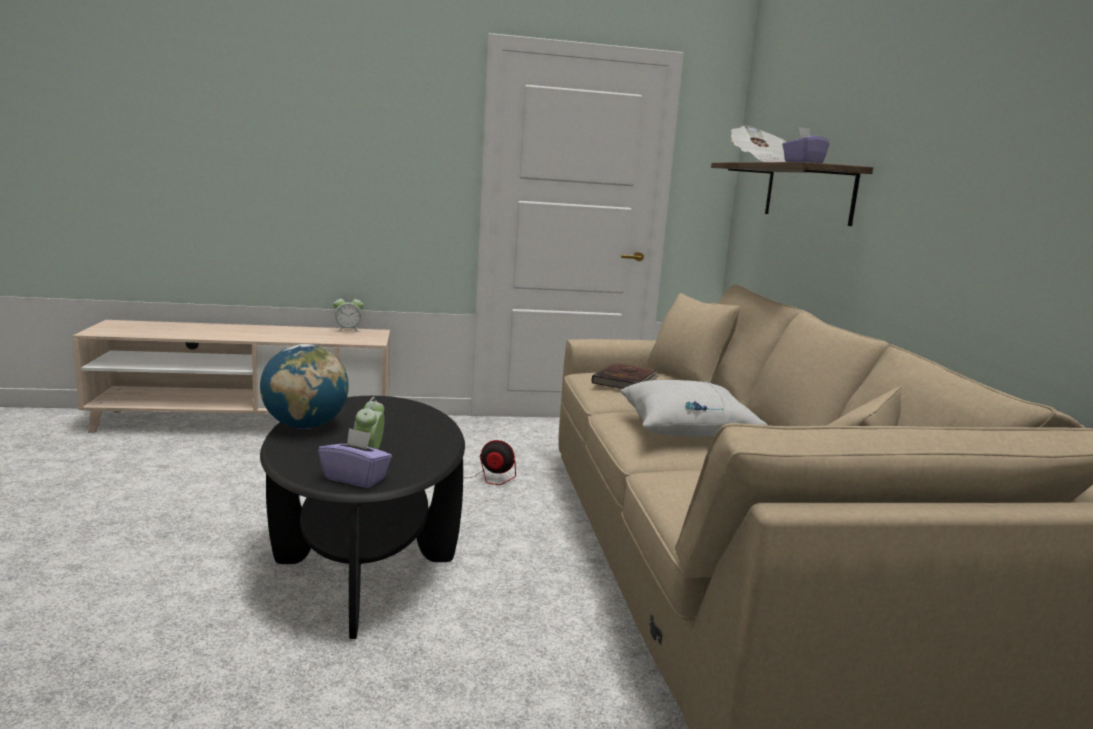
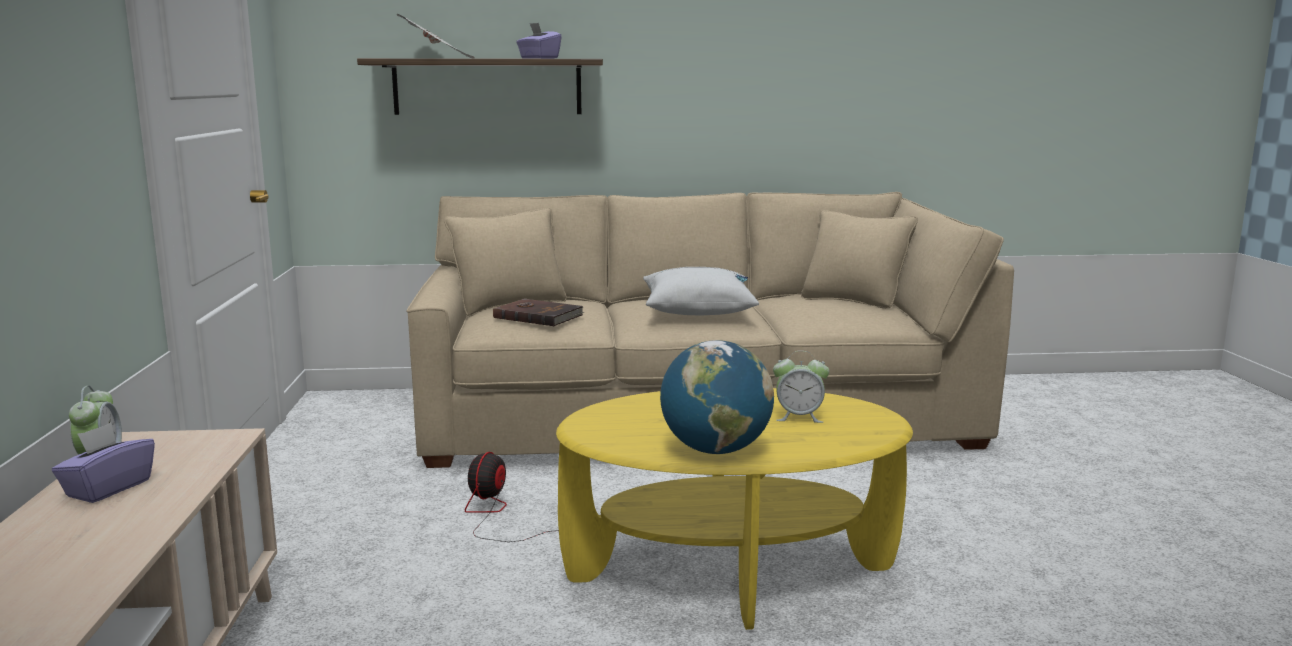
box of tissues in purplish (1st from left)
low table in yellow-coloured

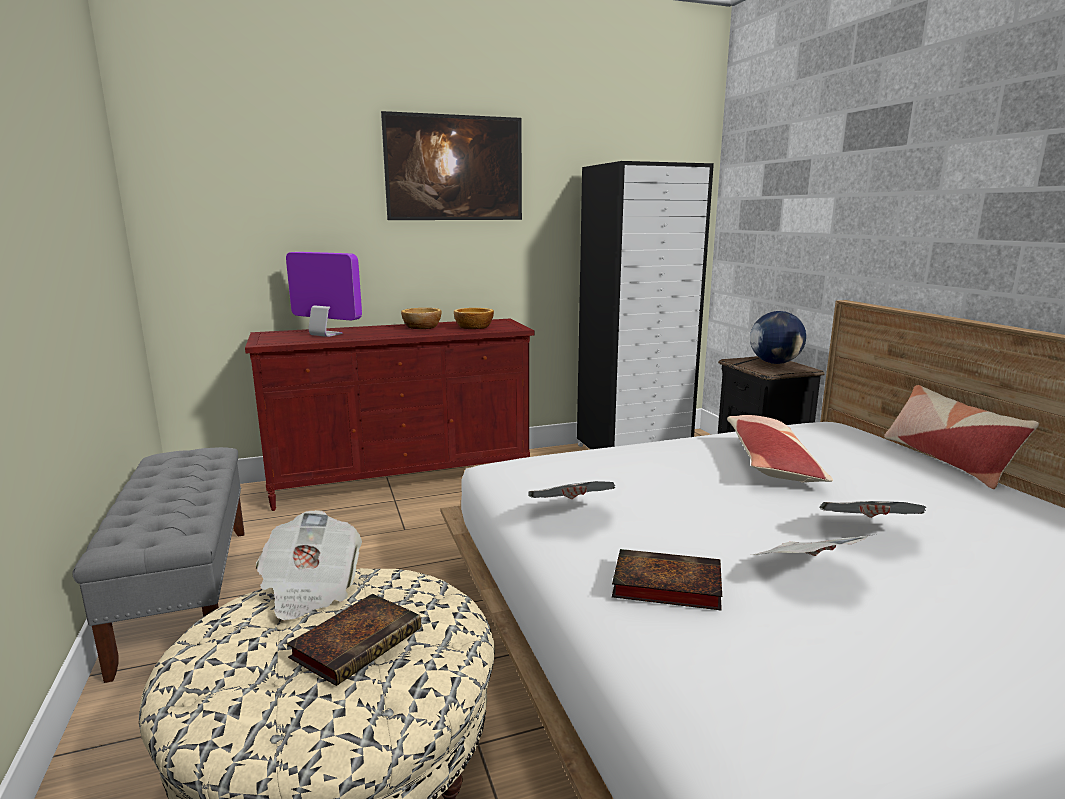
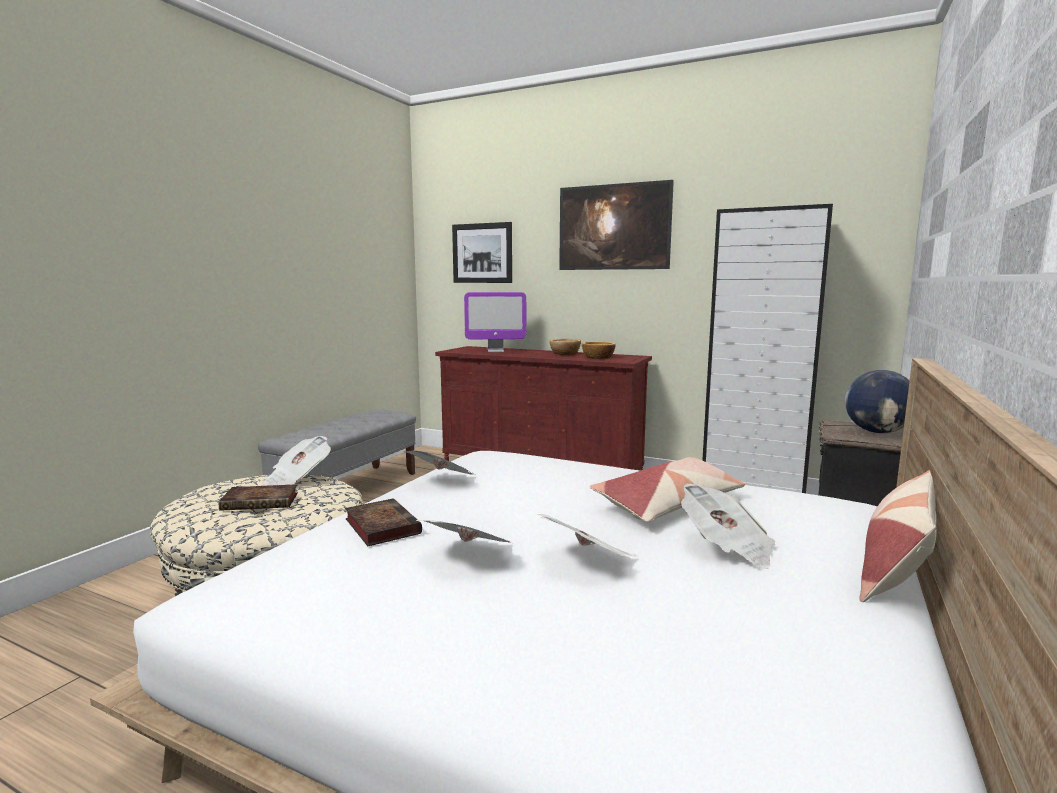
wall picture (1st from left)
computer display
printed paper (5th from left)

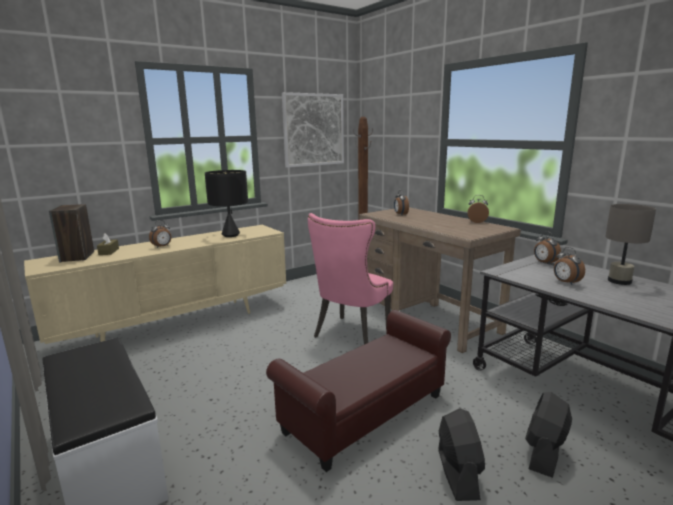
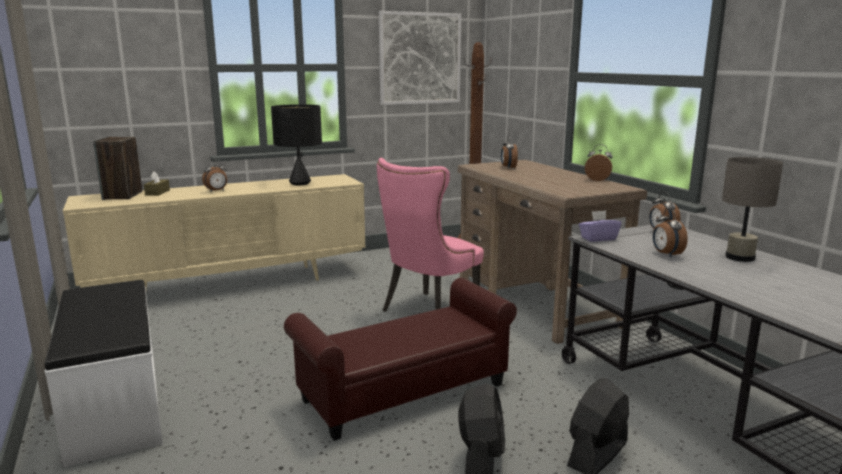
box of tissues in purplish

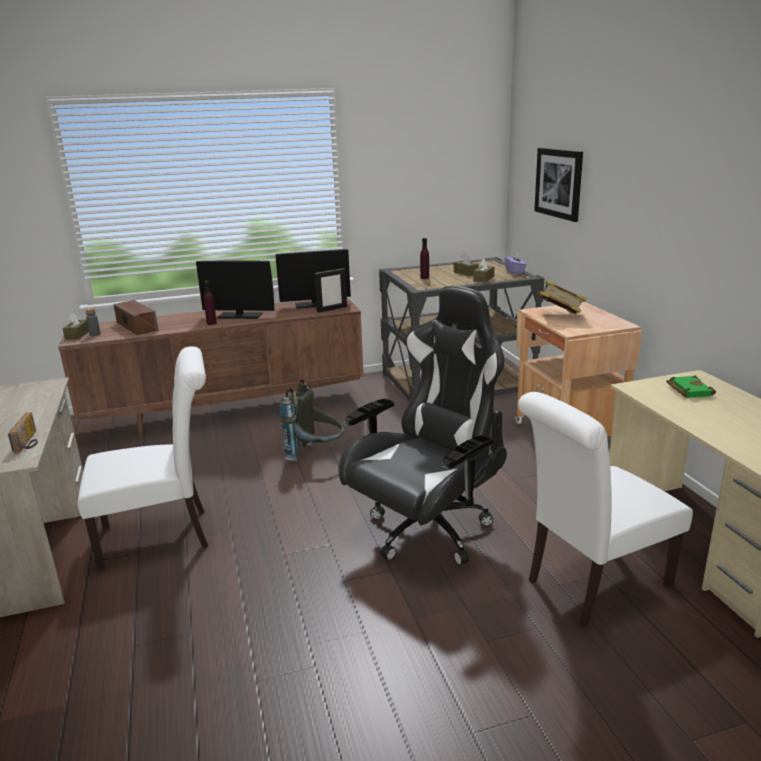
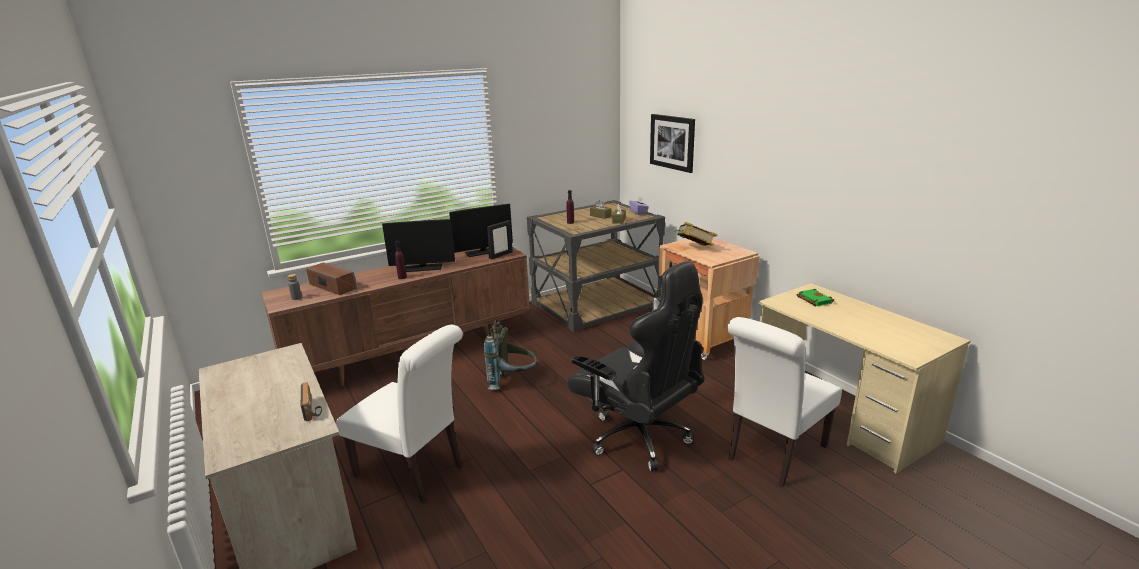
upright chair in whitish (1st from left)
office chair in blackish
box of tissues in brown-coloured (1st from left in the first image)

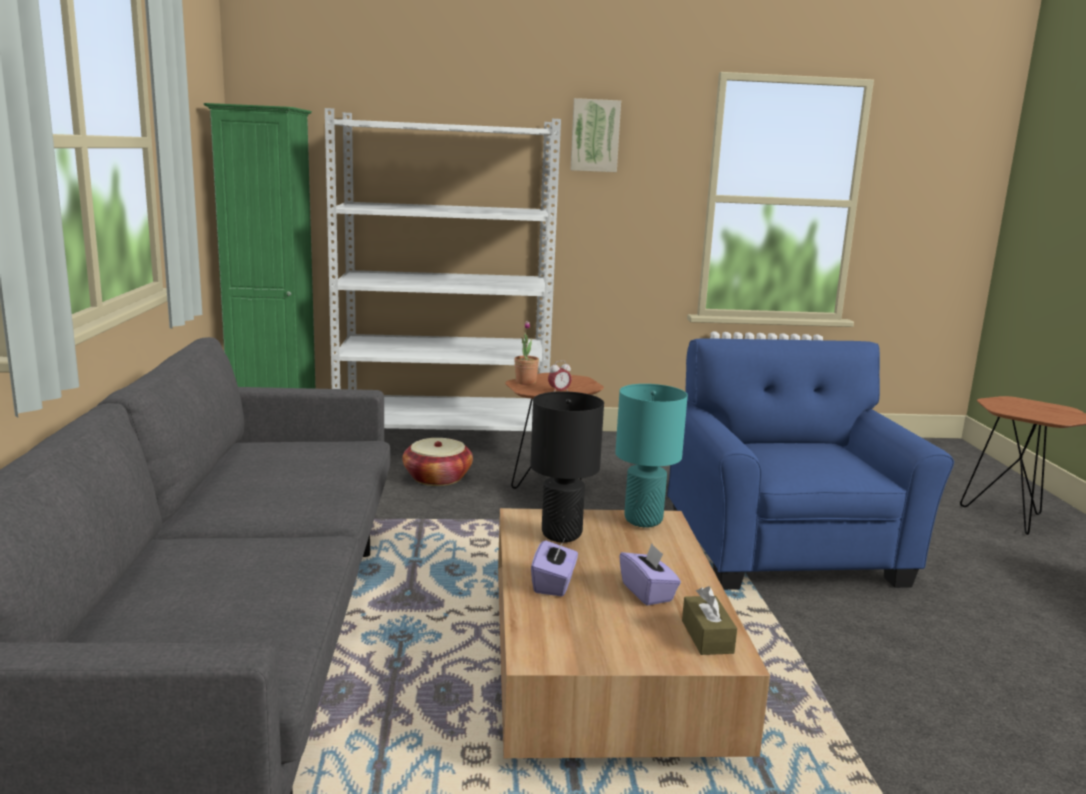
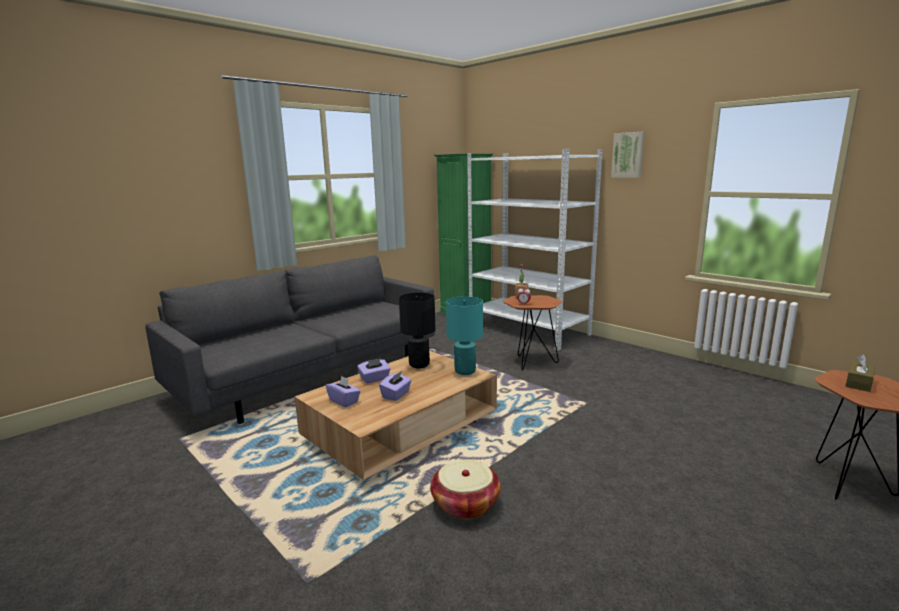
box of tissues in purplish (1st from left)
household basket
box of tissues in brown-coloured
armchair in blue

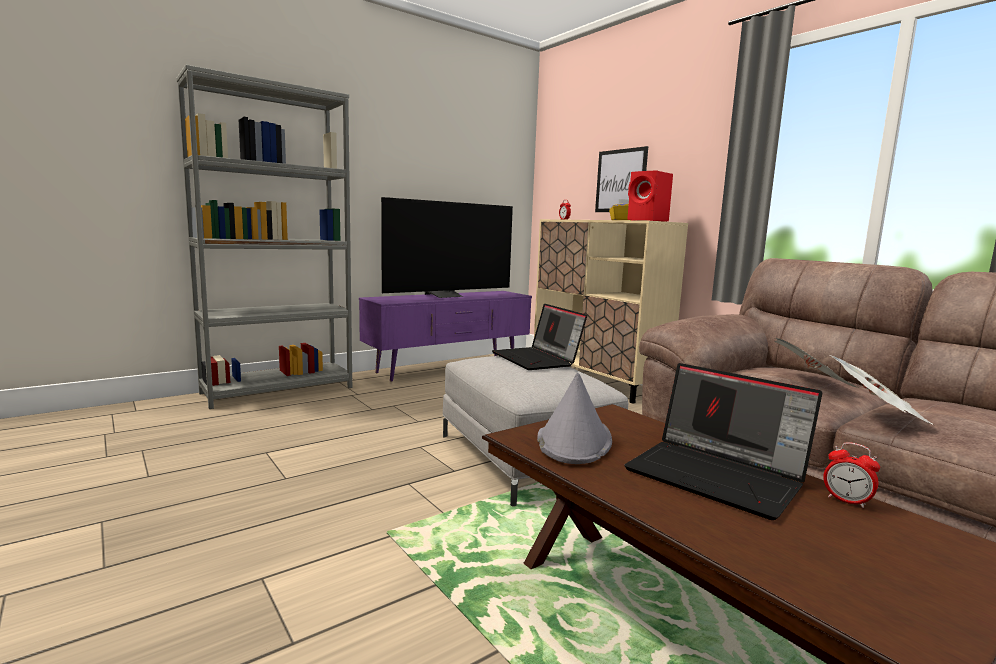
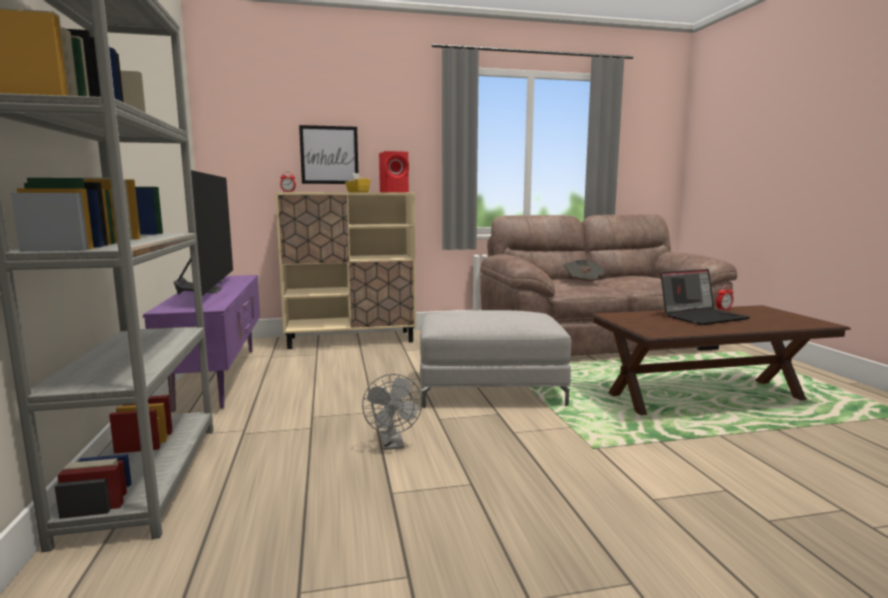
fan in greyish
portable computer (1st from left in the first image)
wearable hat in greyish
printed paper (2nd from left in the first image)

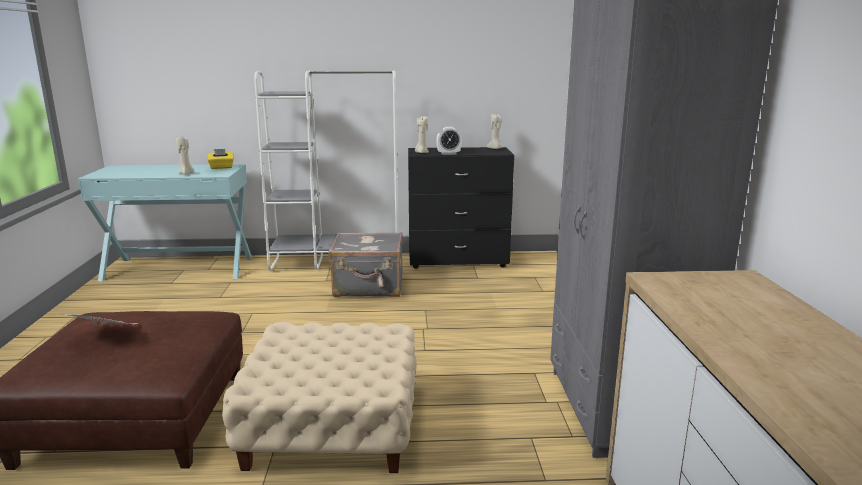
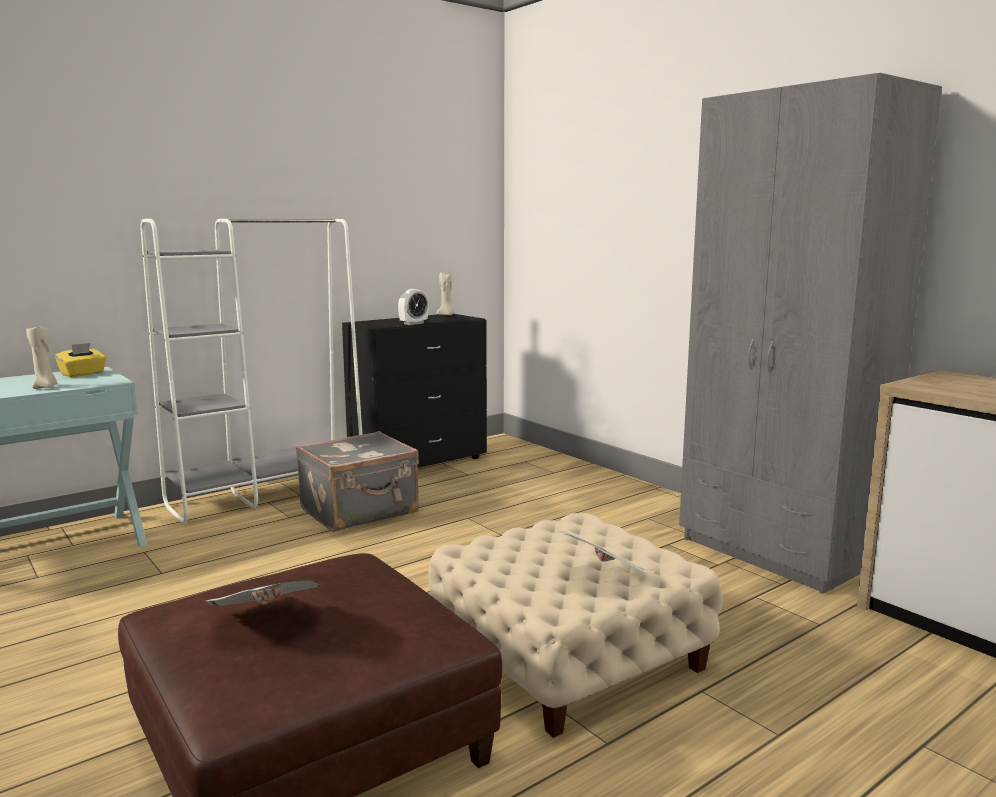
printed paper (2nd from left)
wax light in beige (2nd from left in the first image)

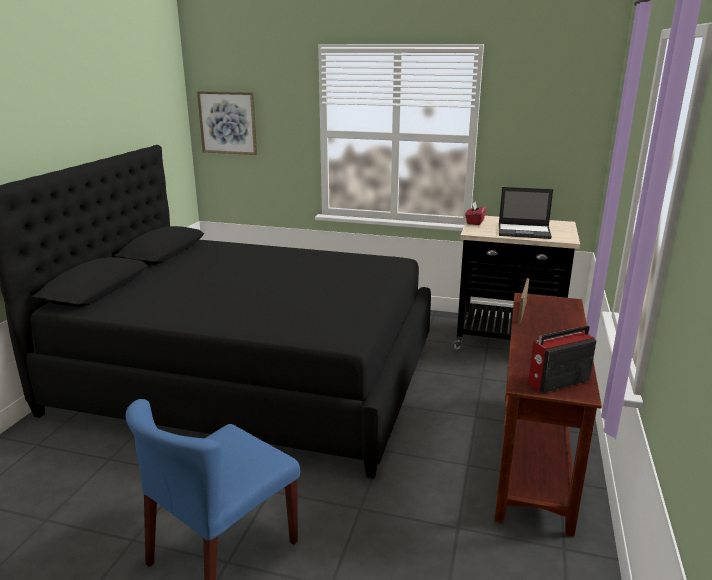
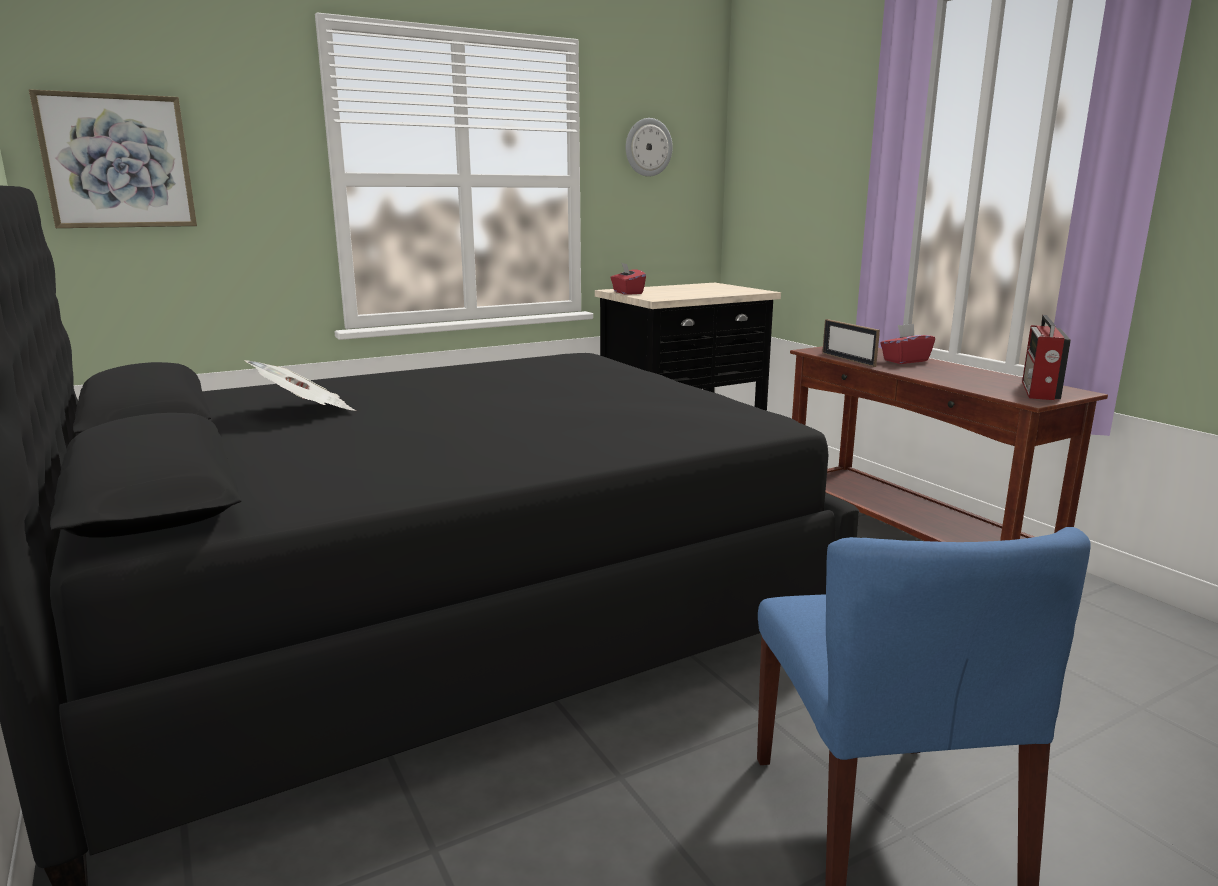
printed paper
hanging clock
box of tissues in red-coloured (2nd from left)
portable computer

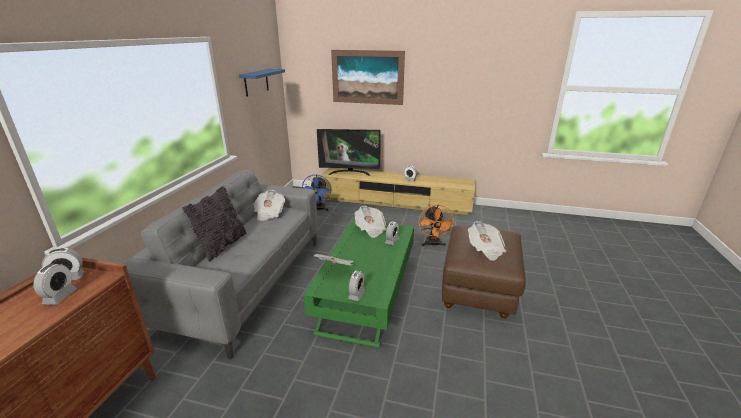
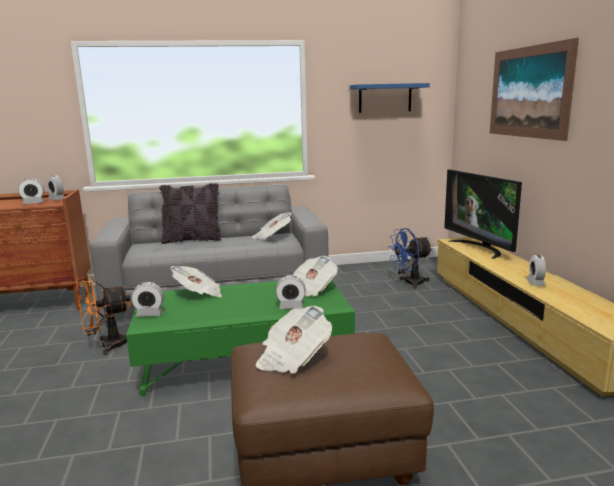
fan in orangey

